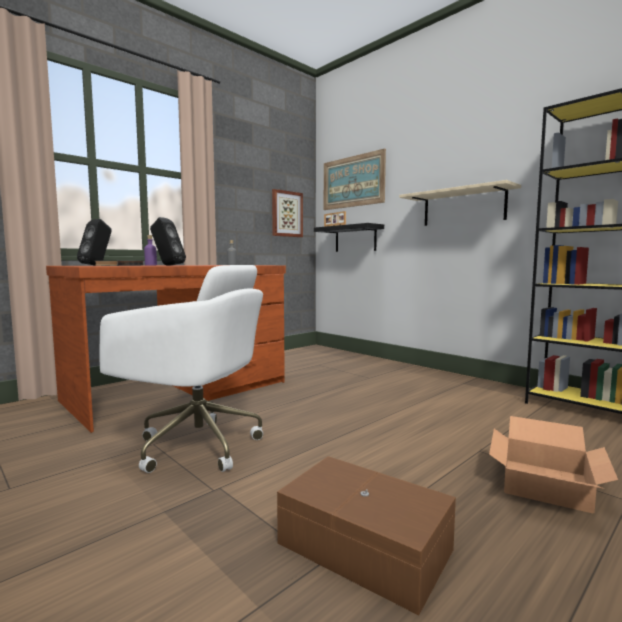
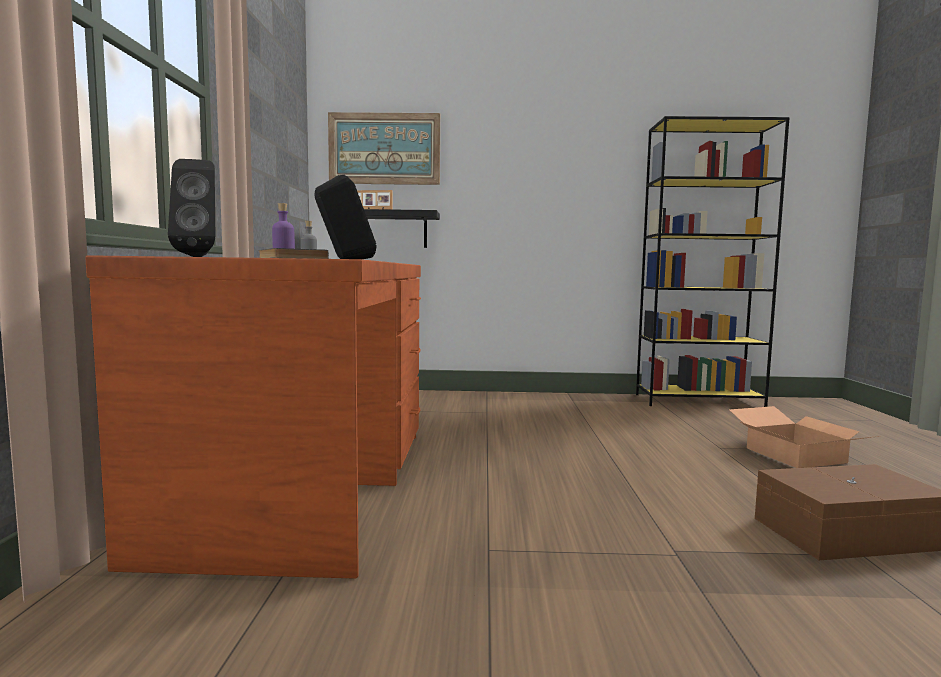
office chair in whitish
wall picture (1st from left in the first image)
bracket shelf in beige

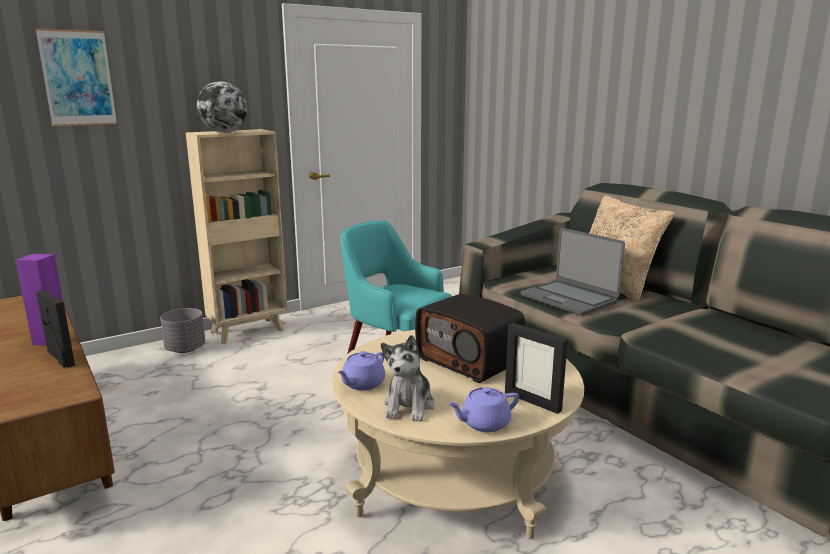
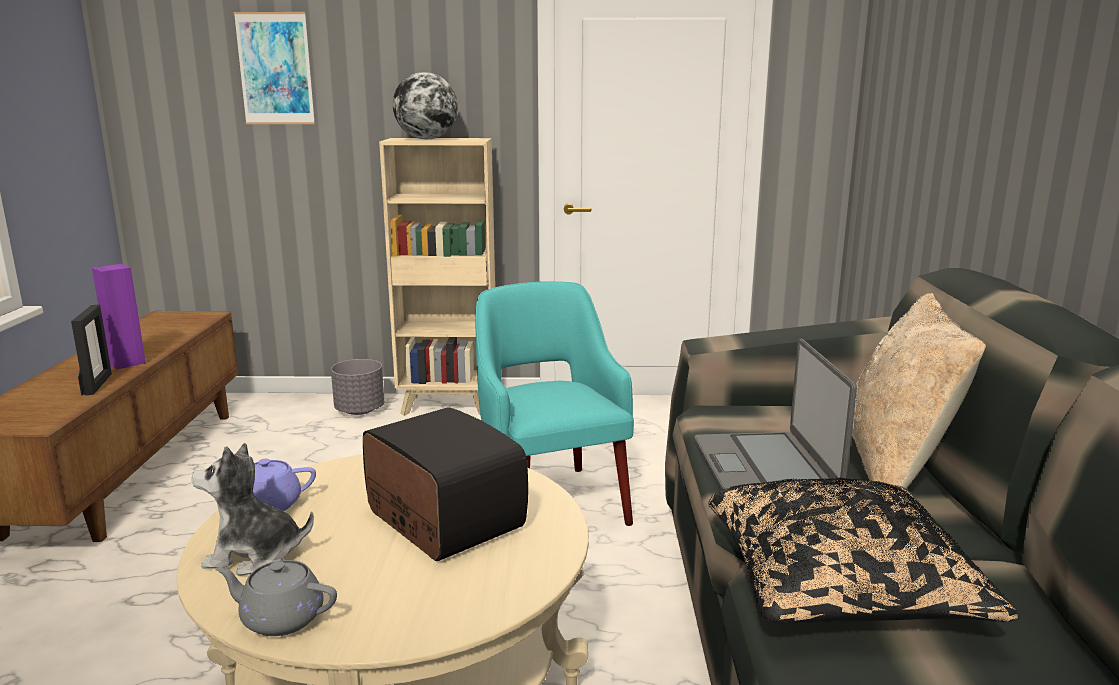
plush toy
pot for tea in greyish
radio
cushion in blackish
standing frame (2nd from left in the first image)

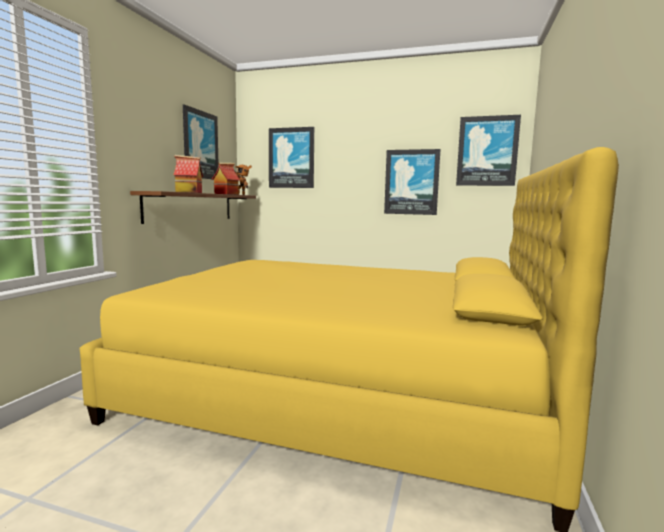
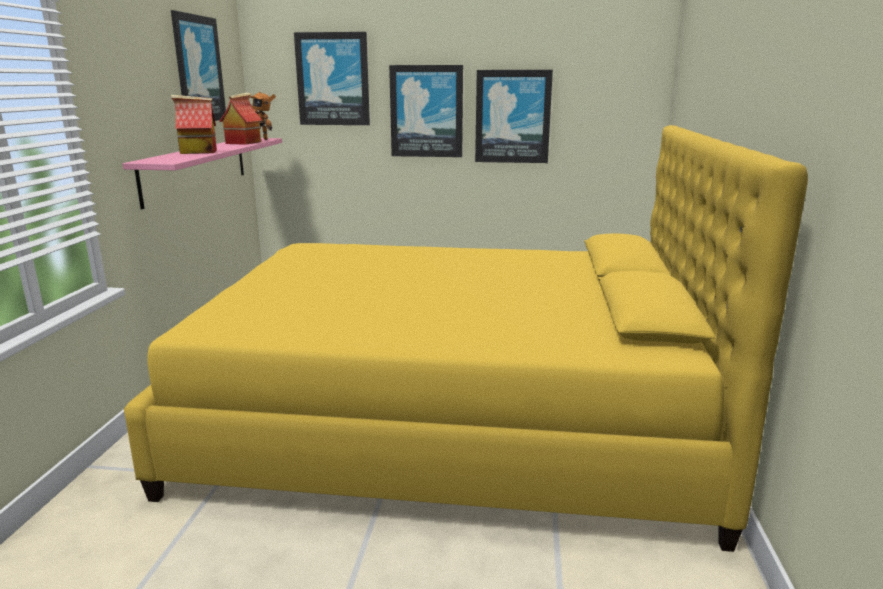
bracket shelf in pinkish
wall picture (3rd from left)

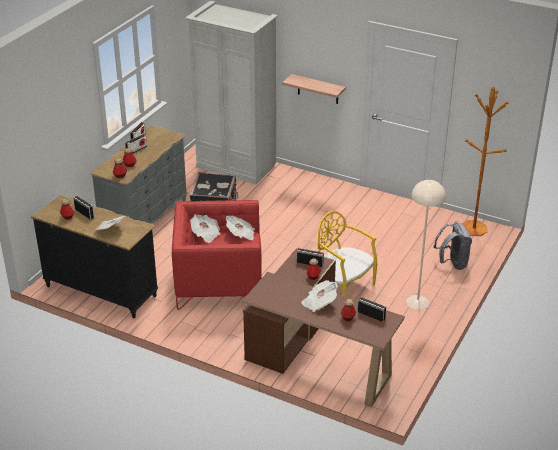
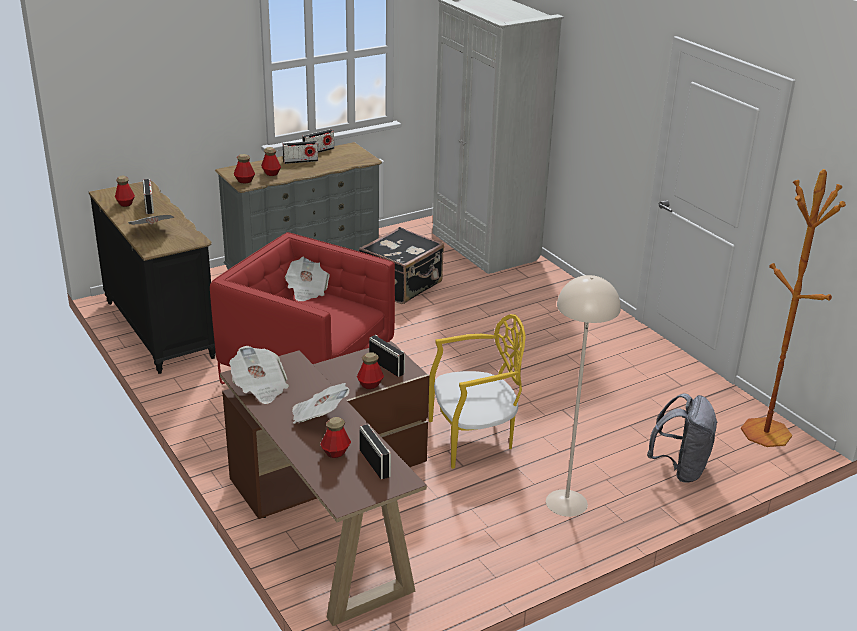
printed paper (2nd from left)
upright chair in yellow-coloured
bracket shelf

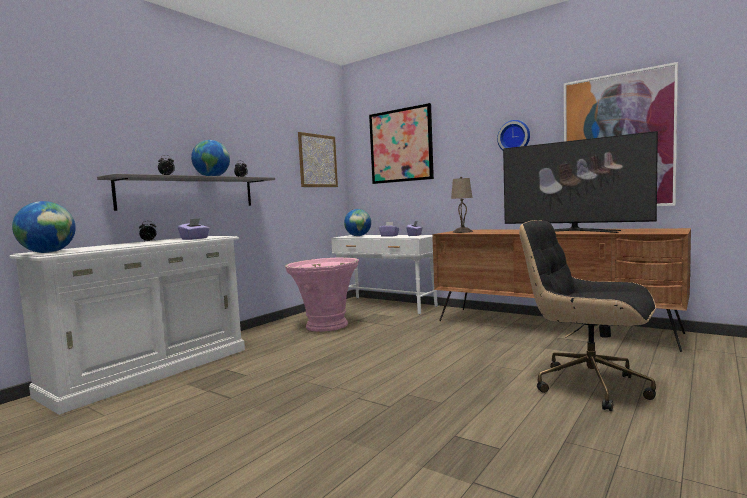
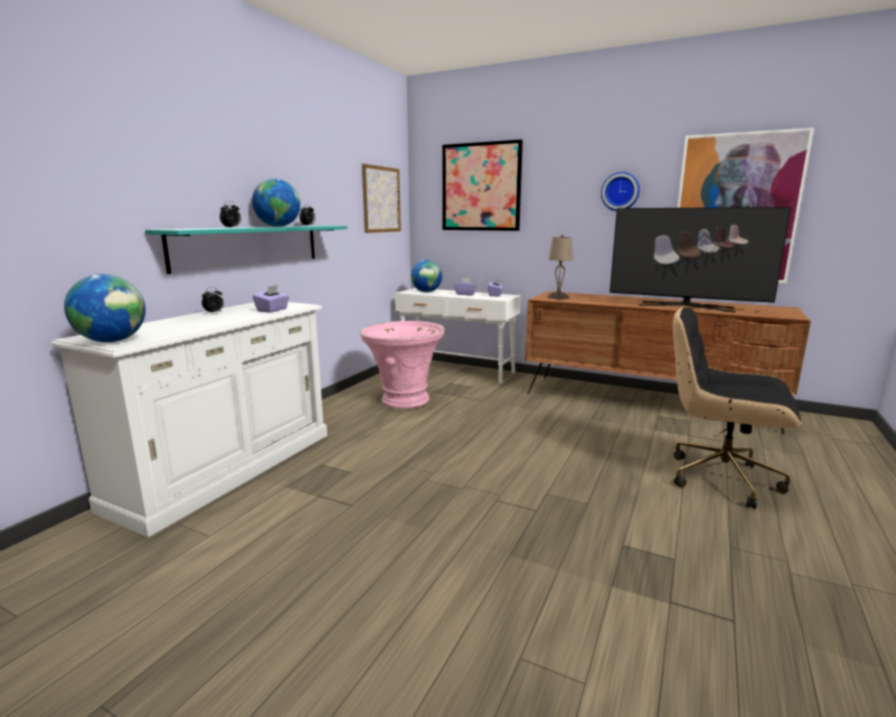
bracket shelf in turquoise-coloured

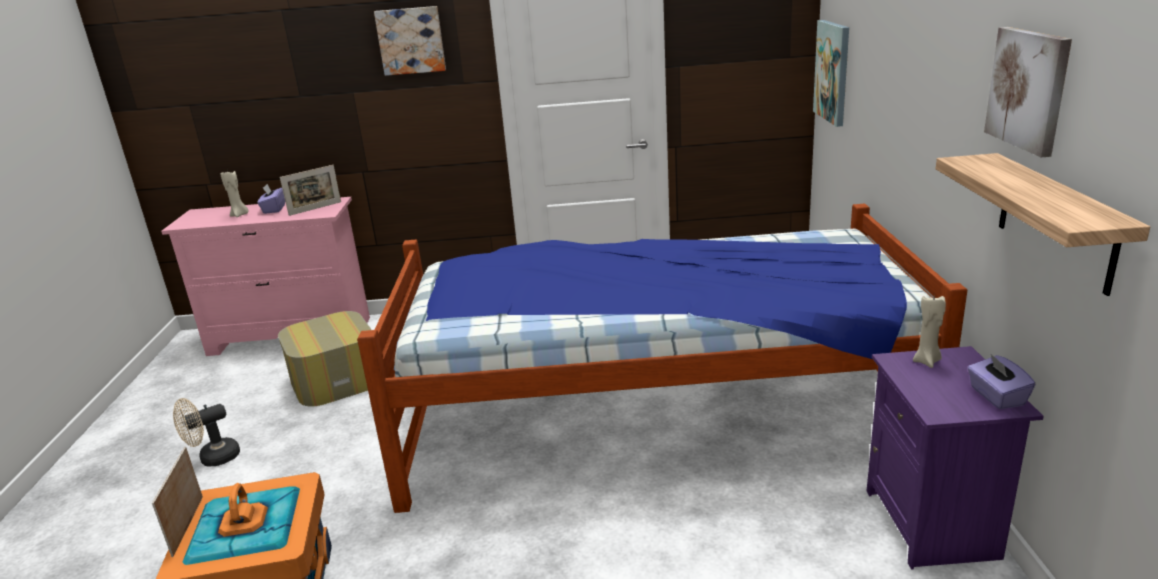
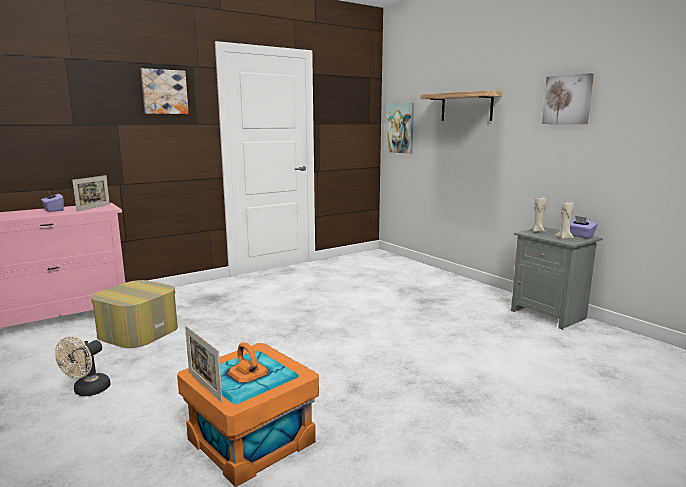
bracket shelf
nightstand in greyish
wax light in beige (2nd from left)
bedroom bed

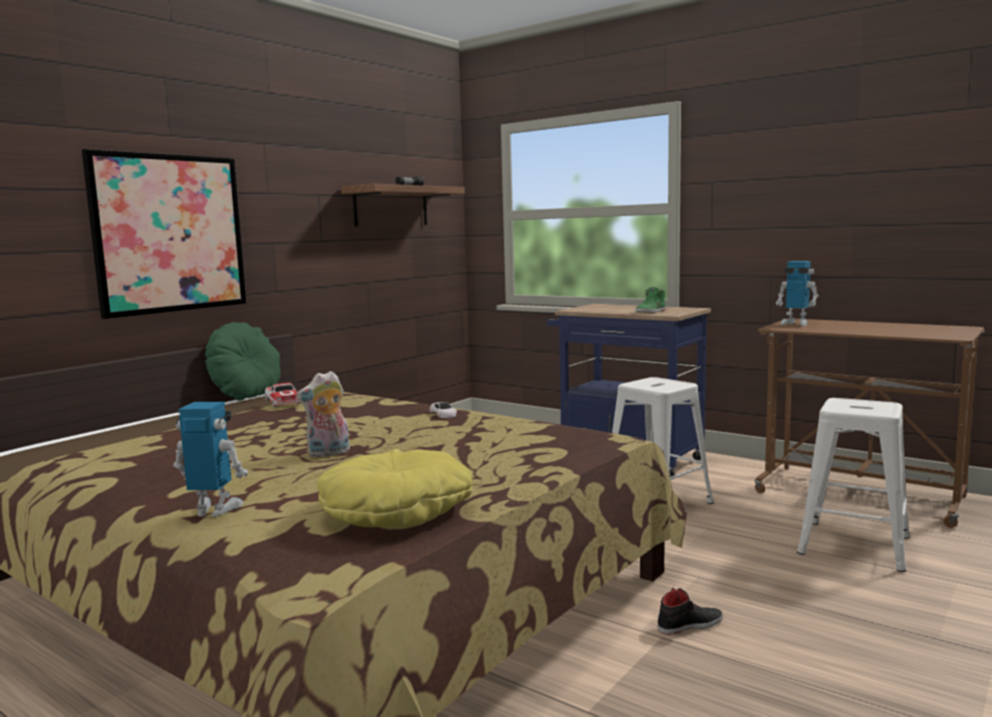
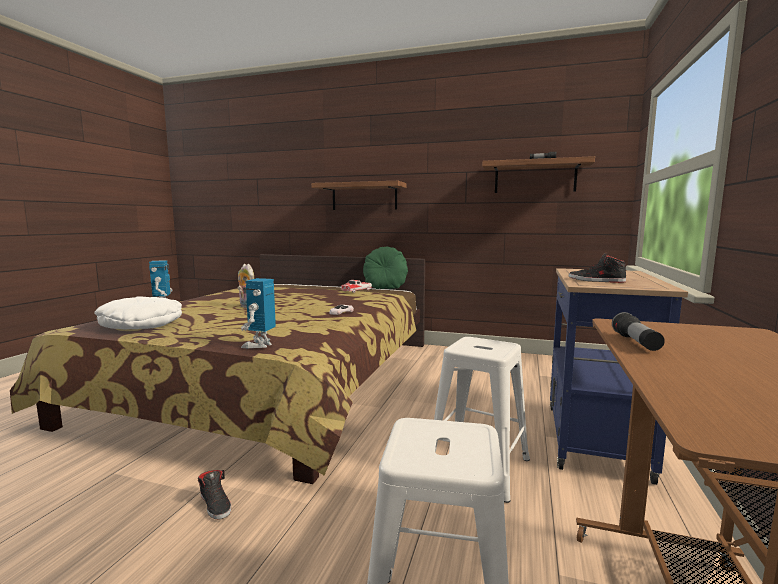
cushion in whitish
robot figure (2nd from left)
bracket shelf (1st from left)
shoe in blackish (2nd from left)
flashlight (2nd from left)

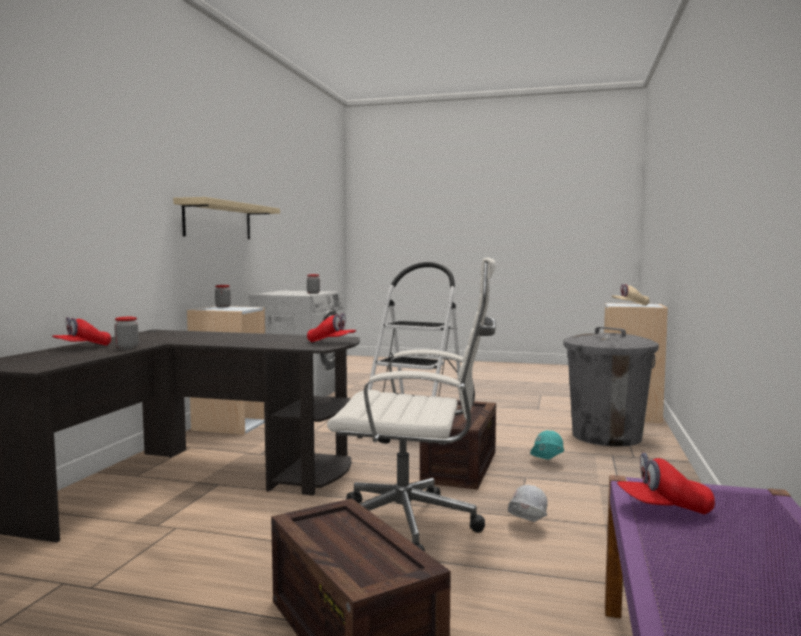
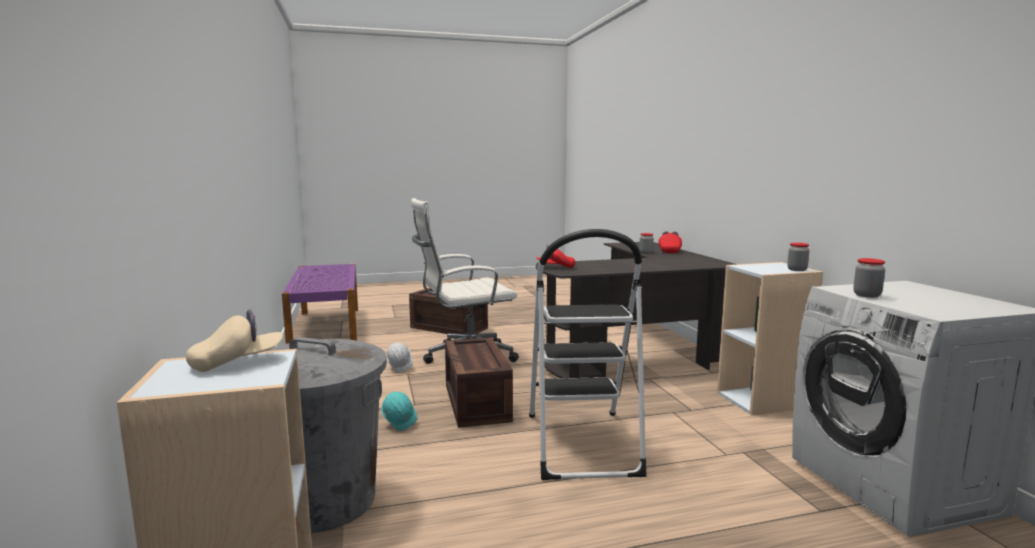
bracket shelf in beige
cap in red-coloured (3rd from left in the first image)

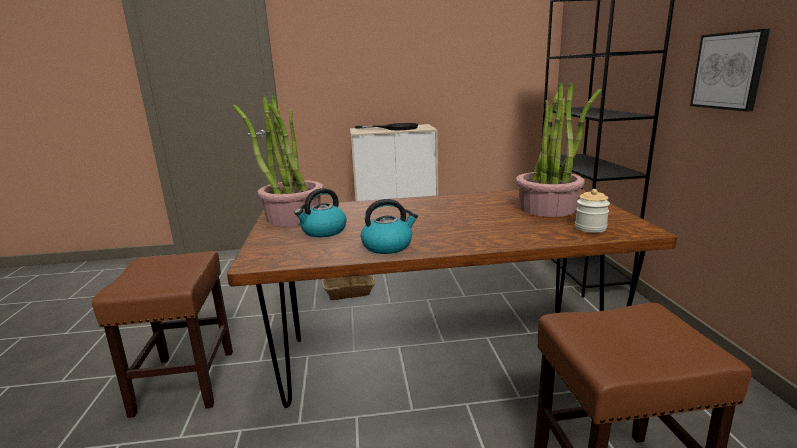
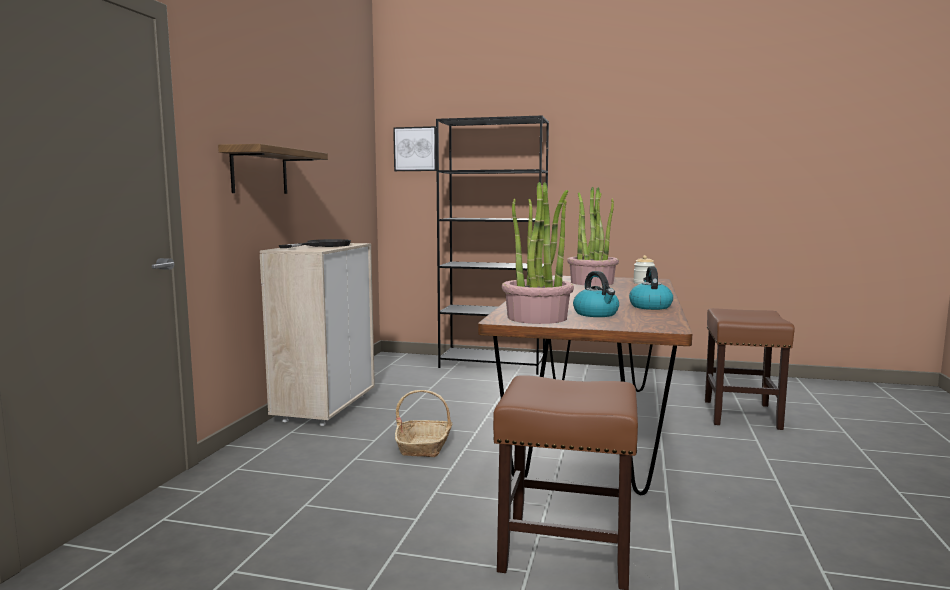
bracket shelf
wall picture

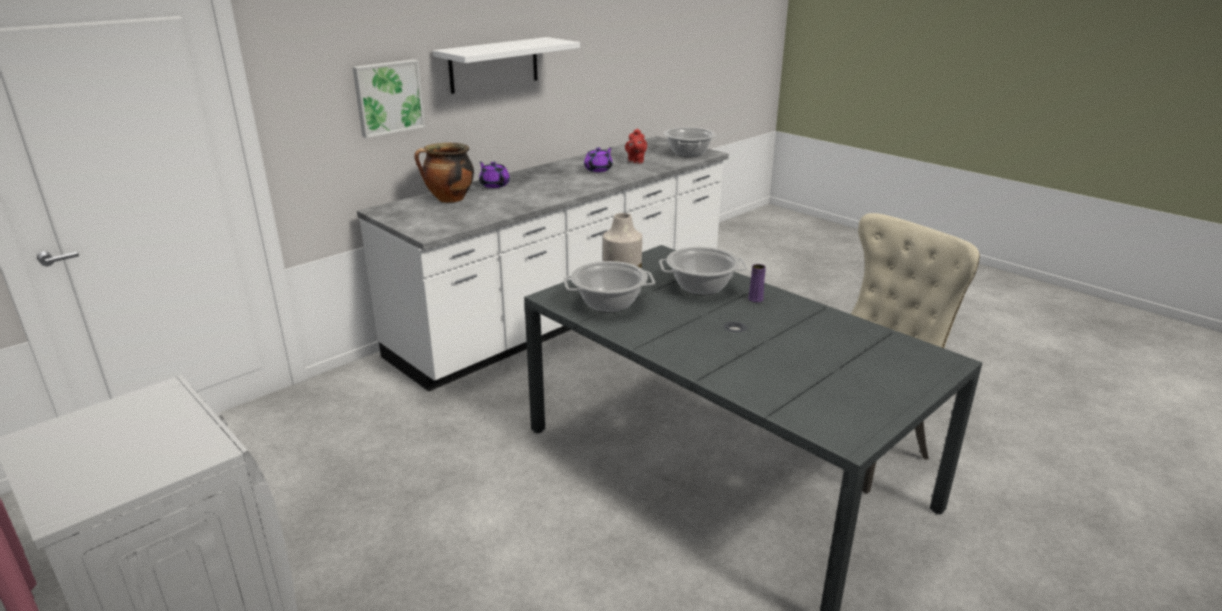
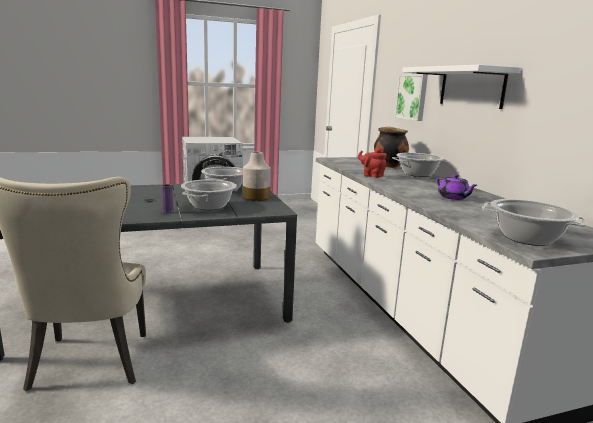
pot for tea in red-coloured
stockpot (4th from left)

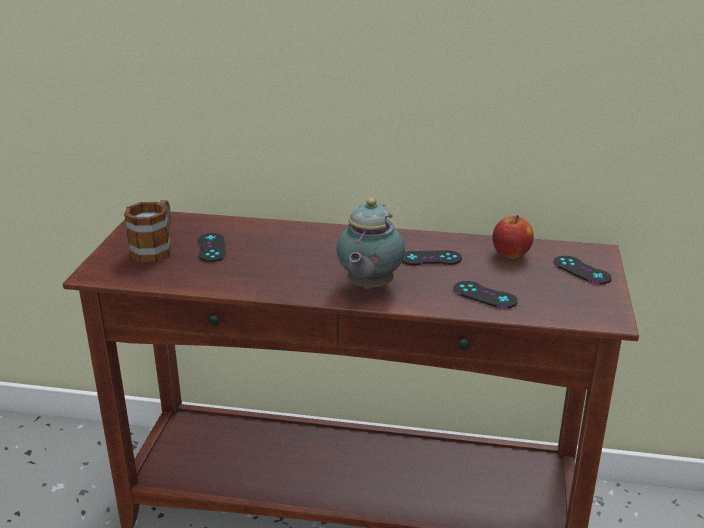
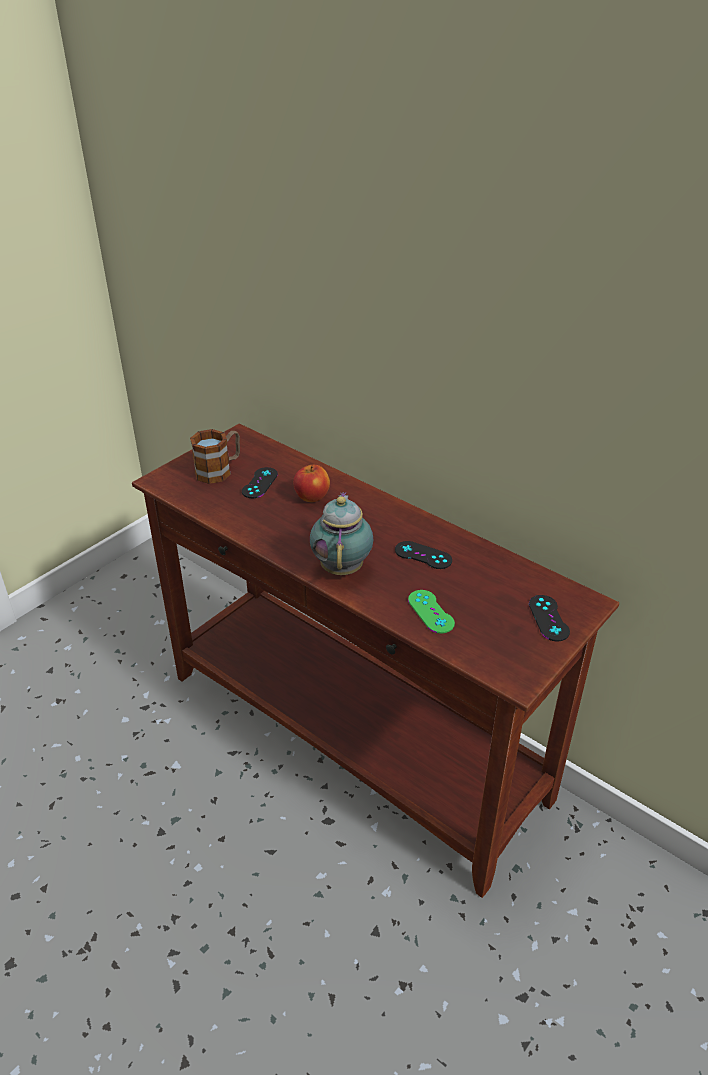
whole apple
pot for tea
joypad in green

